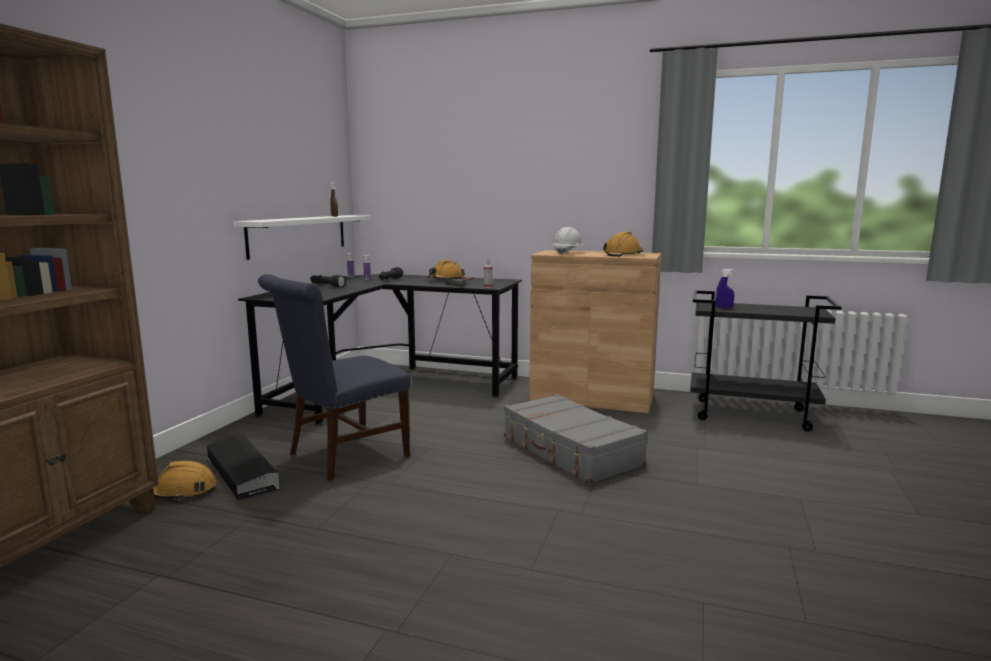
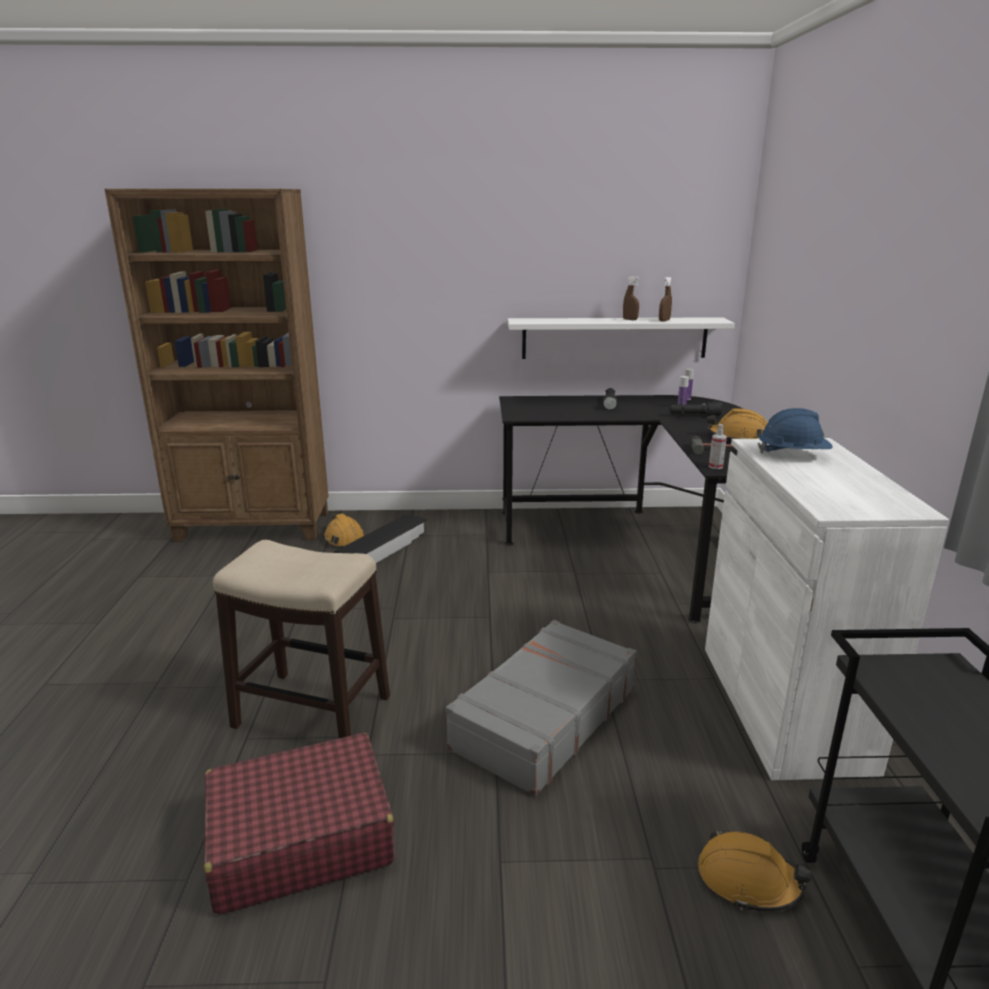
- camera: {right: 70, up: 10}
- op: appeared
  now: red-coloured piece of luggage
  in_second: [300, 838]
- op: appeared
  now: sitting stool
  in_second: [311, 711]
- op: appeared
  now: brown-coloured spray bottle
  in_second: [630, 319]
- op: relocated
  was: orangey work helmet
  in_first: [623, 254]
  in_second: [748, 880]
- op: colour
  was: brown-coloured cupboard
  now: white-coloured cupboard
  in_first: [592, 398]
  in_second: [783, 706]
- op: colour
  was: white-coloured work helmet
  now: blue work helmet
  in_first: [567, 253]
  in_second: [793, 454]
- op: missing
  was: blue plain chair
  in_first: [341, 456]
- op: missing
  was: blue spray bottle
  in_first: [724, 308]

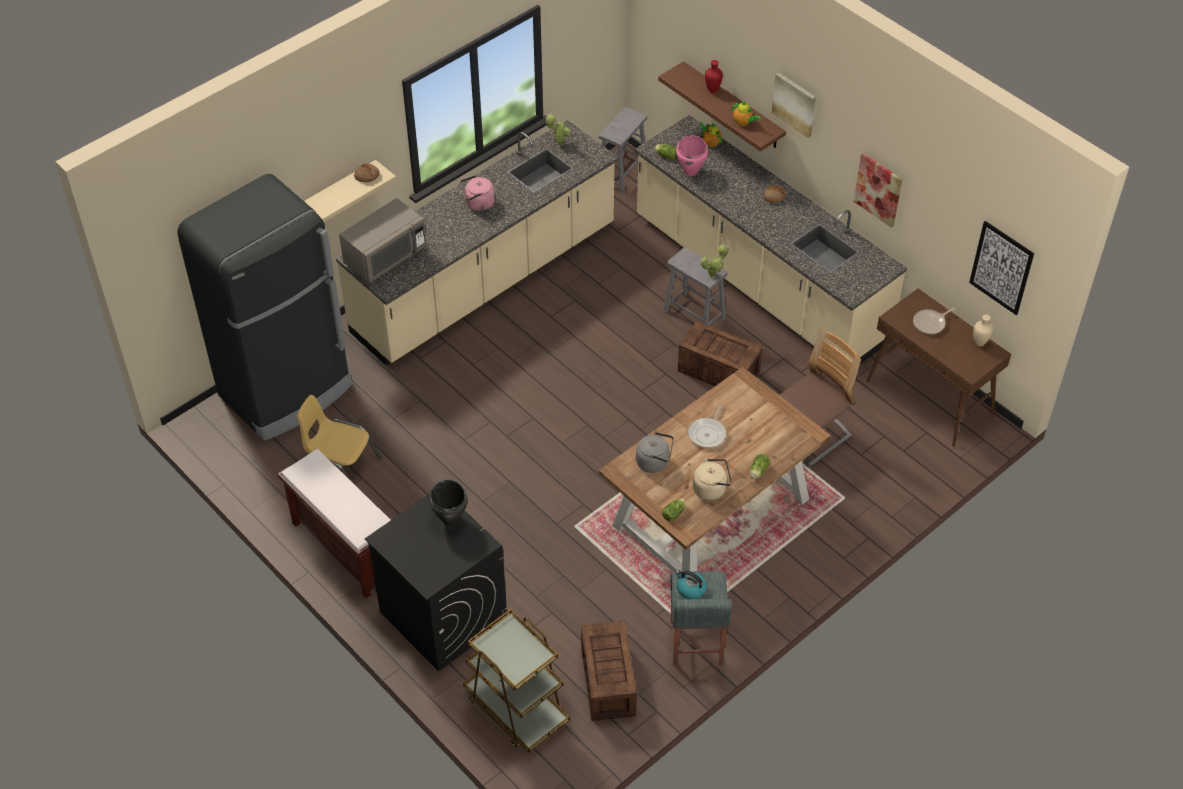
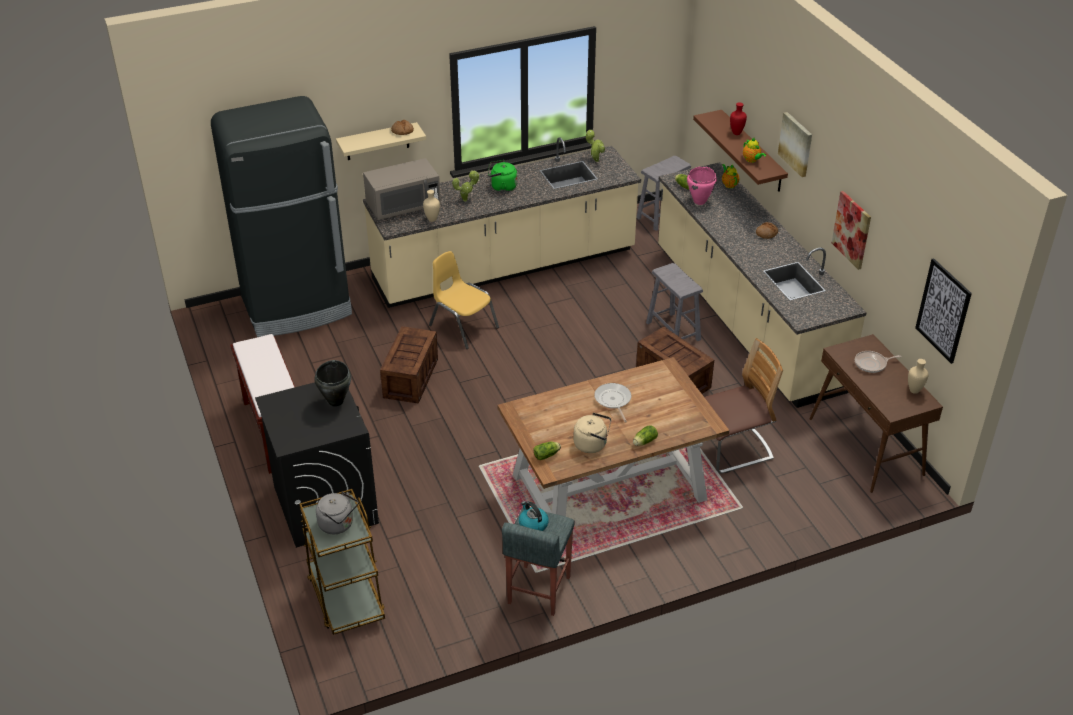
- camera: {right: 20, up: -10}
- op: relocated
  was: gray tea kettle
  in_first: [654, 462]
  in_second: [338, 525]
- op: relocated
  was: crate
  in_first: [607, 680]
  in_second: [411, 377]
- op: appeared
  now: beige-coloured decorative vase
  in_second: [432, 219]
- op: relocated
  was: yellow plain chair
  in_first: [340, 467]
  in_second: [463, 326]
- op: relocated
  was: potted plant
  in_first: [714, 275]
  in_second: [466, 200]
- op: colour
  was: pinkish tea kettle
  now: green tea kettle
  in_first: [478, 204]
  in_second: [502, 187]
- op: spun
  was: pan
  in_first: [708, 433]
  in_second: [613, 400]
  clockwise: 120

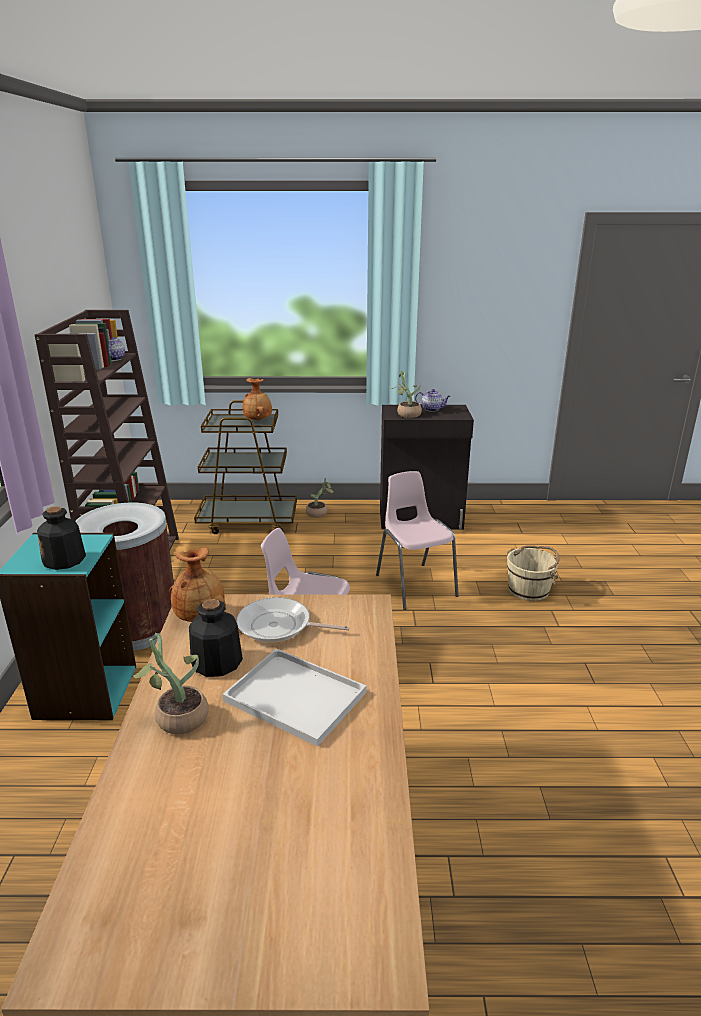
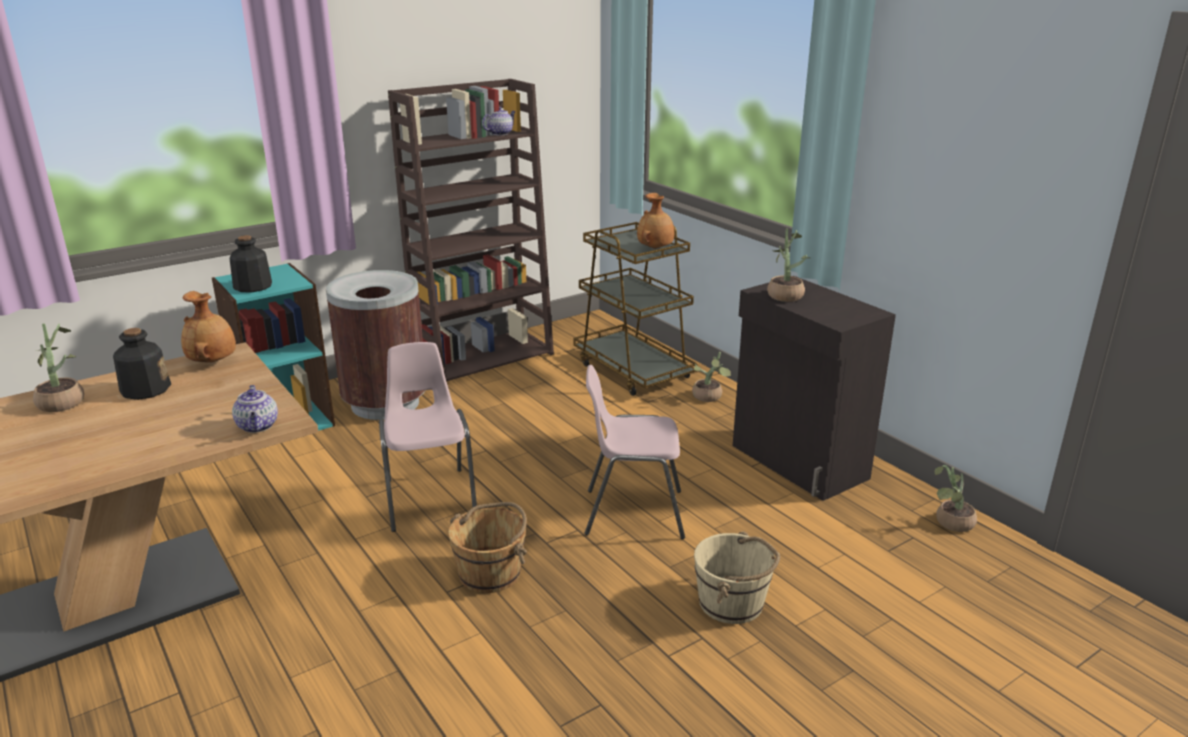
- camera: {right: 55, up: 0}
- op: relocated
  was: tea pot
  in_first: [432, 409]
  in_second: [258, 426]
- op: appeared
  now: brown-coloured bucket
  in_second: [491, 573]
- op: spun
  was: pinkish plain chair
  in_first: [415, 585]
  in_second: [632, 513]
  clockwise: -120
- op: appeared
  now: potted plant
  in_second: [950, 523]
- op: missing
  was: white-coloured carrying tray
  in_first: [298, 696]
- op: missing
  was: pan
  in_first: [278, 626]

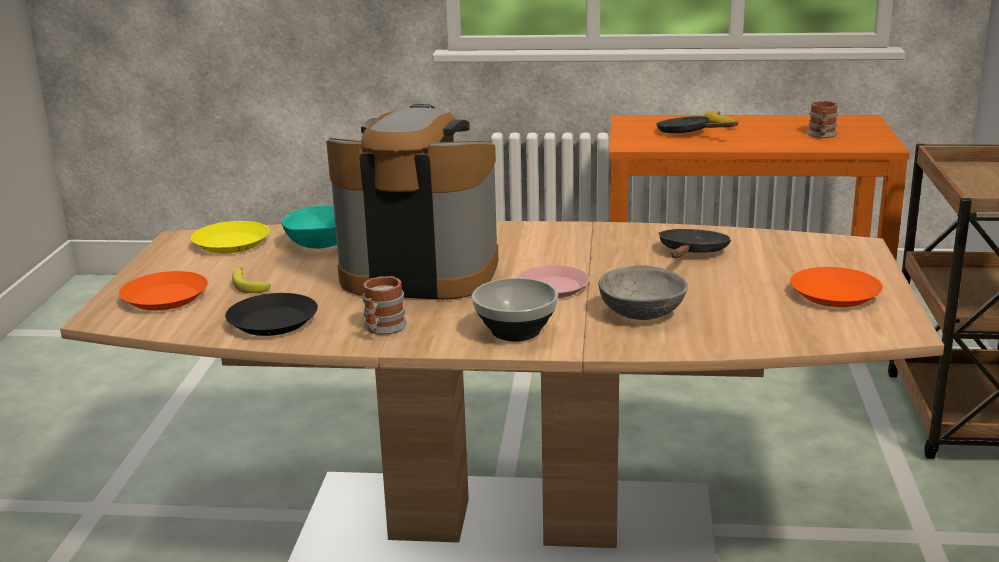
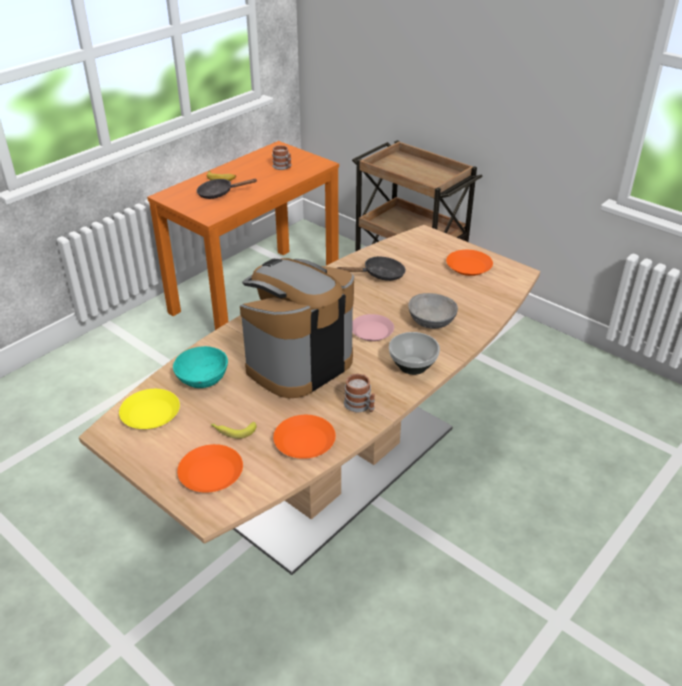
- camera: {right: -55, up: 15}
- op: colour
  was: blackish flat dish
  now: orangey flat dish
  in_first: [274, 321]
  in_second: [304, 441]
- op: spun
  was: blackish pan
  in_first: [692, 253]
  in_second: [379, 275]
  clockwise: 105

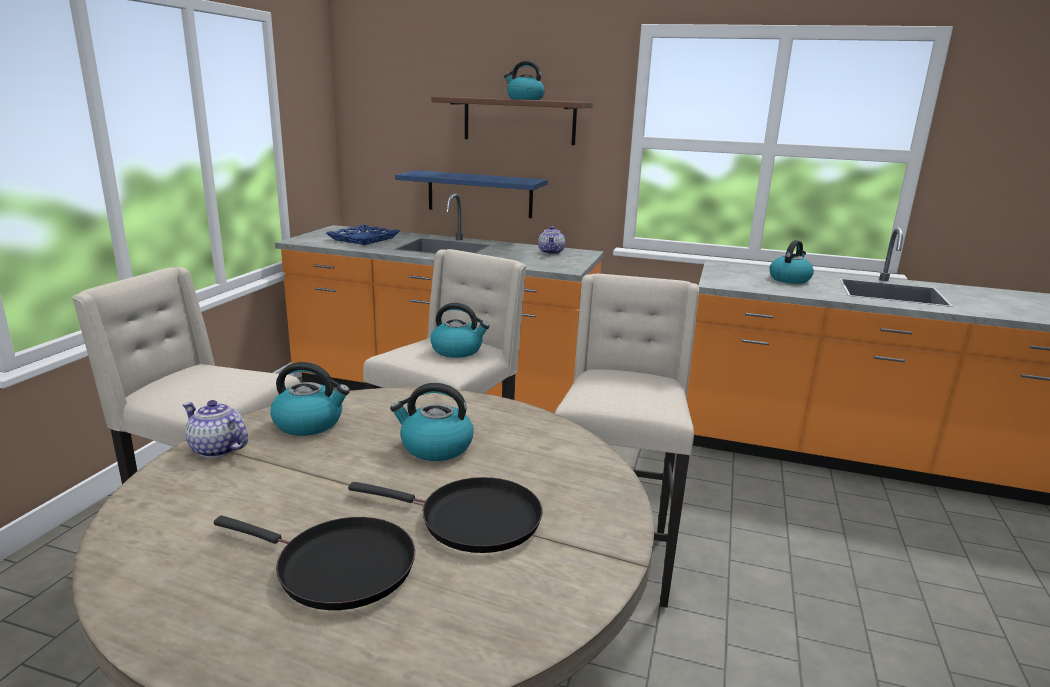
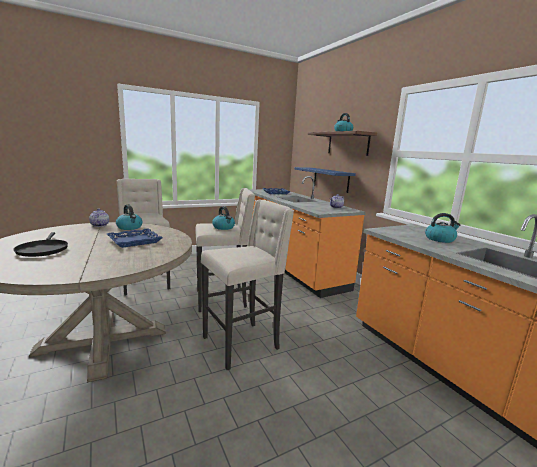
- camera: {right: 45, up: -5}
- op: exchanged
  was: tea kettle
  now: blue carrying tray
  in_first: [435, 447]
  in_second: [134, 241]
- op: missing
  was: blackish pan
  in_first: [472, 520]

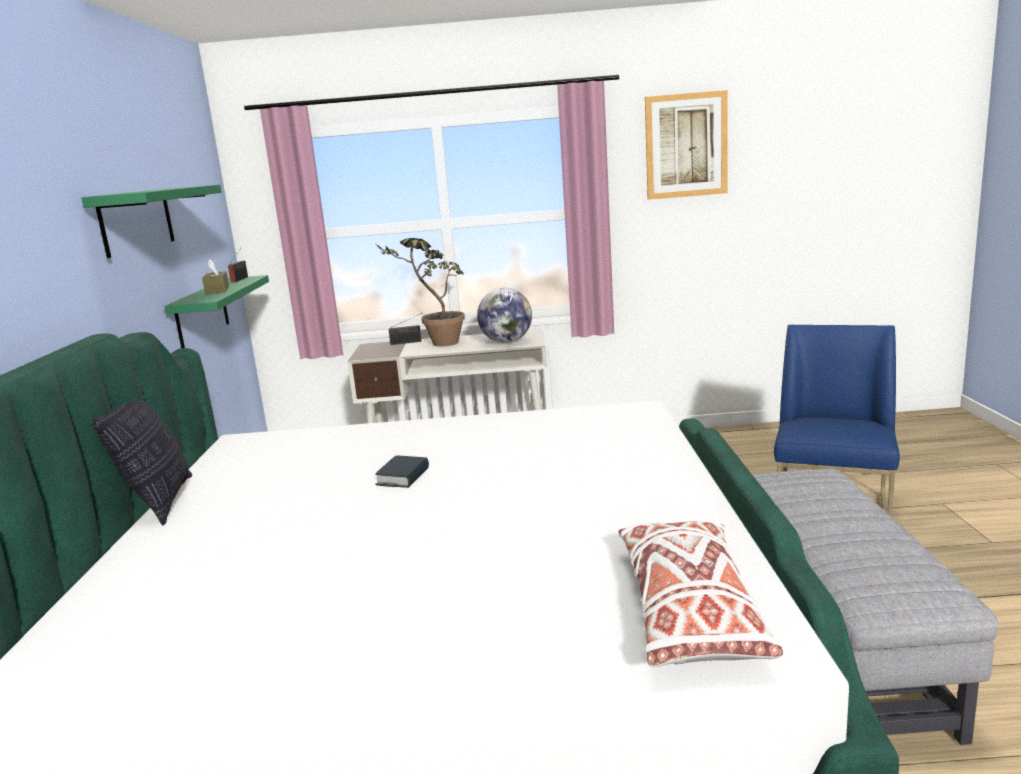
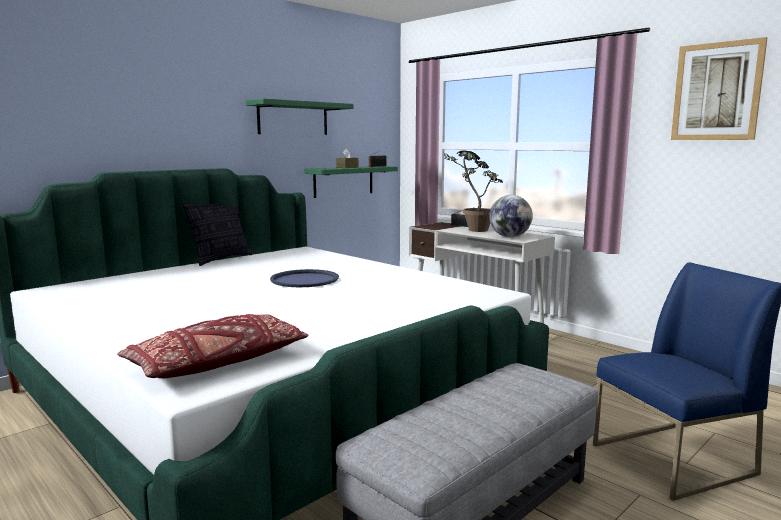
- camera: {right: 45, up: -5}
- op: colour
  was: white-coloured throw pillow
  now: red-coloured throw pillow
  in_first: [690, 611]
  in_second: [217, 363]
- op: exchanged
  was: bound book
  now: blue carrying tray
  in_first: [403, 477]
  in_second: [304, 279]

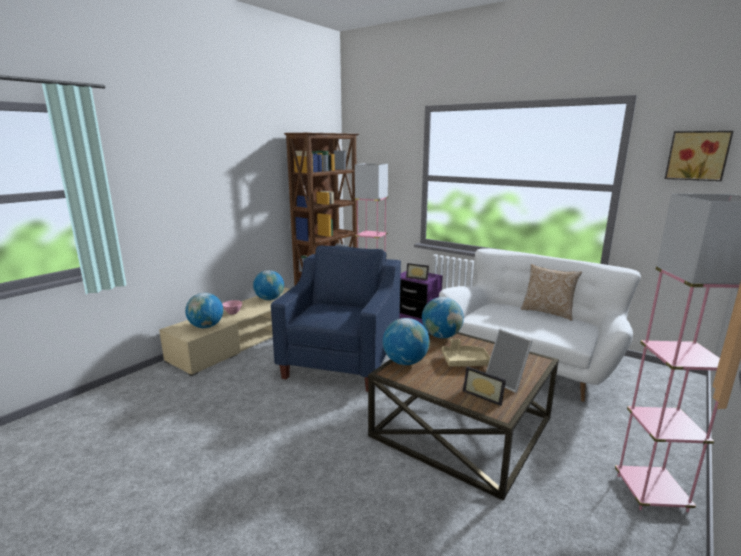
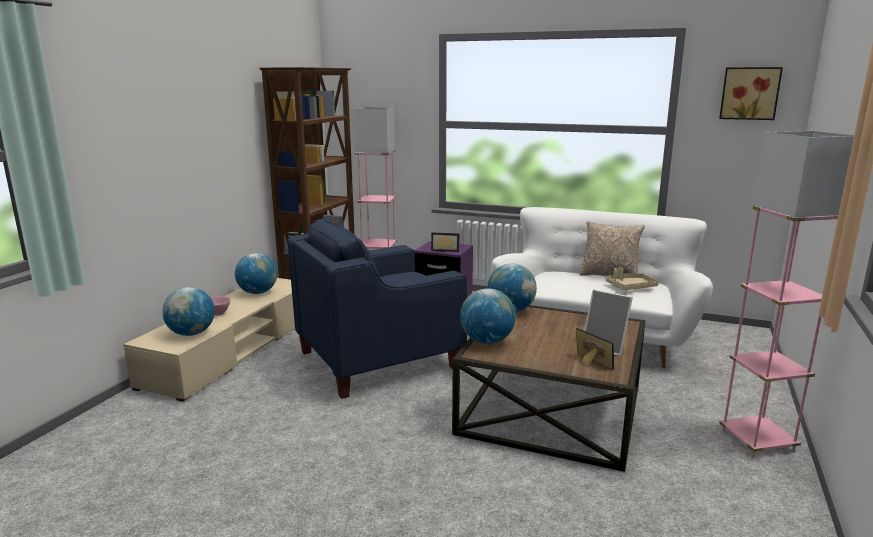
- camera: {right: -15, up: 0}
- op: spun
  was: blue easy chair
  in_first: [342, 361]
  in_second: [378, 359]
  clockwise: -120
- op: spun
  was: picture frame
  in_first: [484, 395]
  in_second: [590, 363]
  clockwise: -150
- op: relocated
  was: beige-coloured carrying tray
  in_first: [465, 362]
  in_second: [630, 287]

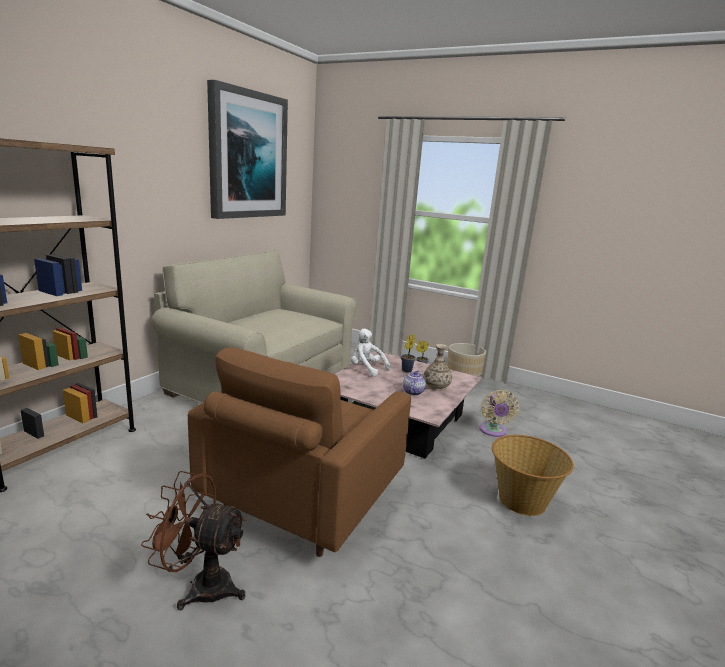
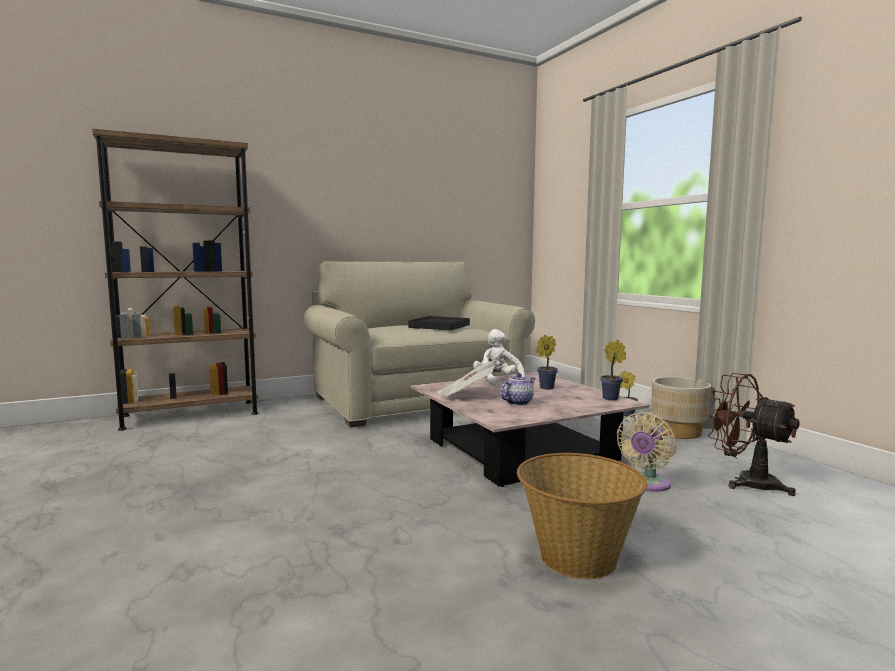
- camera: {right: 35, up: -10}
- op: appeared
  now: blackish carrying tray
  in_second: [439, 326]
- op: appeared
  now: daily paper
  in_second: [467, 395]
- op: appeared
  now: potted plant
  in_second: [612, 398]
- op: relocated
  was: brown-coloured fan
  in_first: [201, 586]
  in_second: [746, 481]
- op: missing
  was: brown-coloured easy chair
  in_first: [301, 501]
- op: missing
  was: wall art
  in_first: [247, 155]
- op: missing
  was: decorative vase
  in_first: [436, 386]

